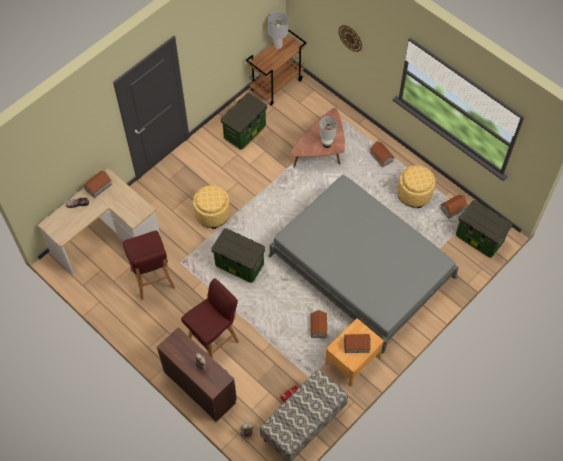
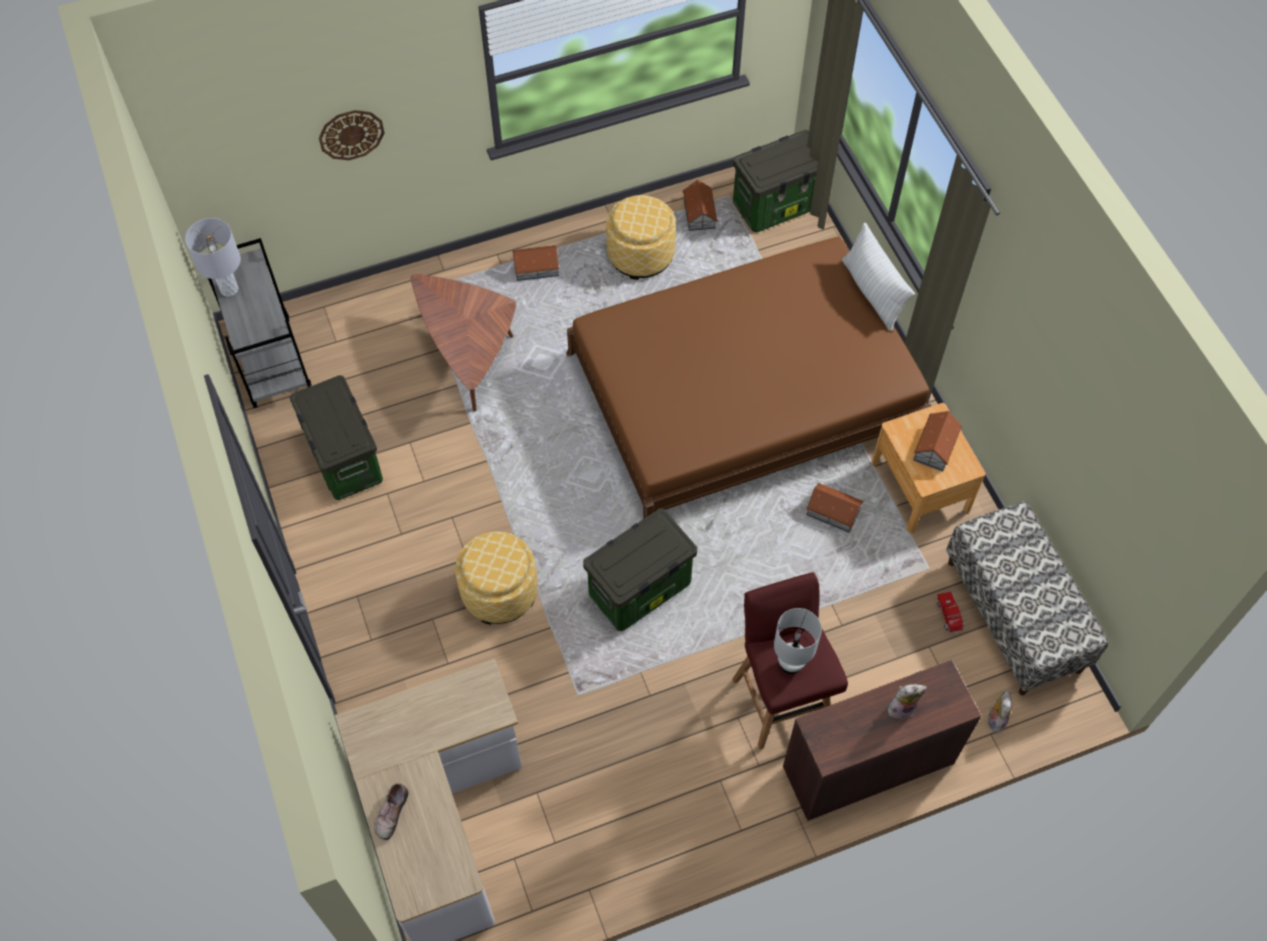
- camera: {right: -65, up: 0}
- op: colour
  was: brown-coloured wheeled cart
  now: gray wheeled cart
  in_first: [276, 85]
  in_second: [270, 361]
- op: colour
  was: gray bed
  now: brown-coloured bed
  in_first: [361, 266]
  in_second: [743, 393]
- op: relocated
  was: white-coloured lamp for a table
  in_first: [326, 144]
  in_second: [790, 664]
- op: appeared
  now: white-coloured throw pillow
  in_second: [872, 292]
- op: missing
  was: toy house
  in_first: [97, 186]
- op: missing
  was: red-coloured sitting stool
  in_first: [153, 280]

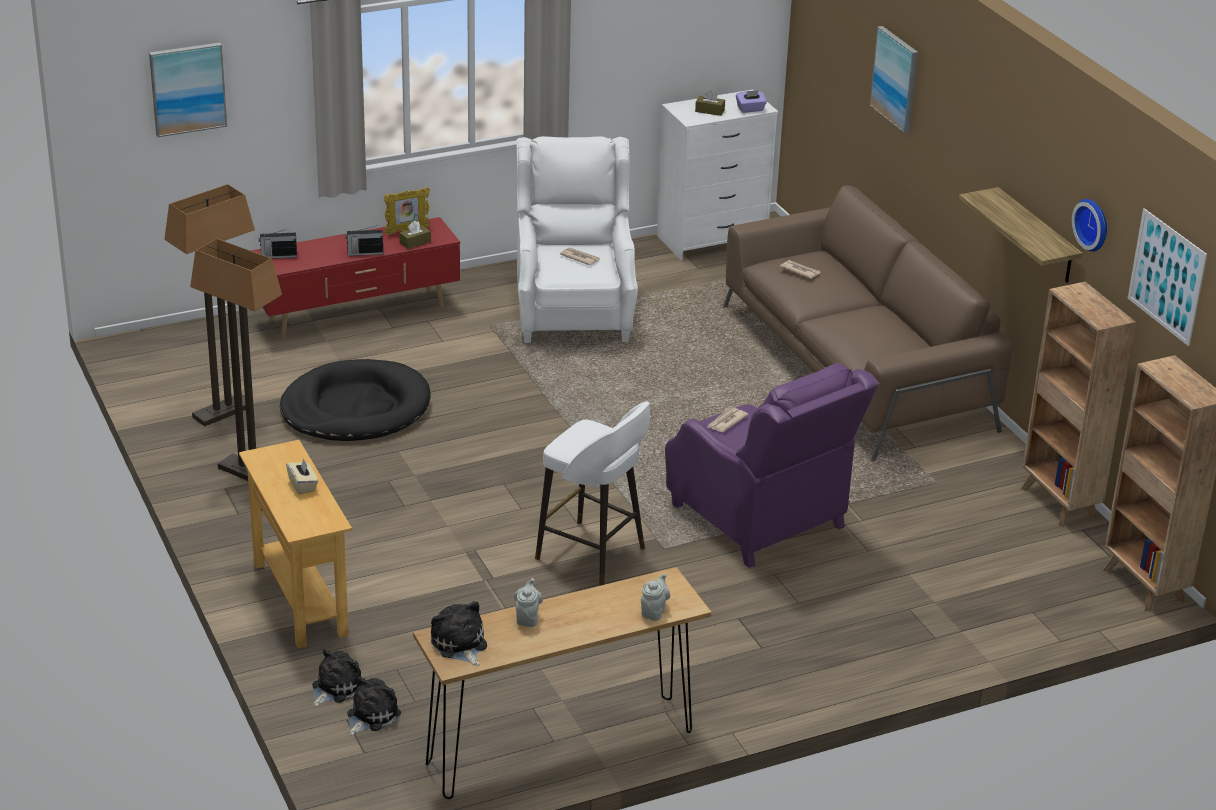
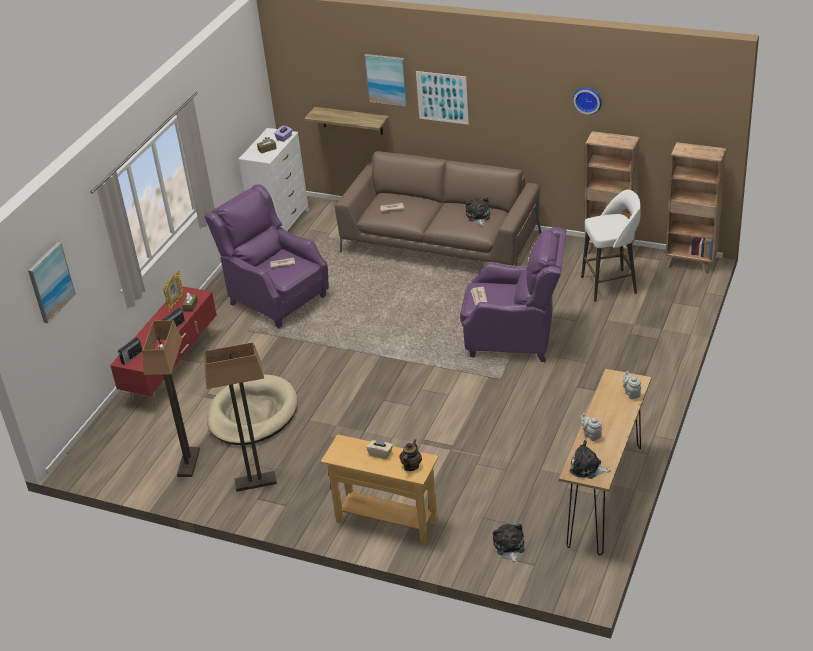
- camera: {right: -40, up: 5}
- op: colour
  was: white-coloured easy chair
  now: purple-coloured easy chair
  in_first: [572, 312]
  in_second: [276, 299]
- op: colour
  was: blackish dog bed
  now: beige-coloured dog bed
  in_first: [355, 408]
  in_second: [252, 414]
- op: relocated
  was: wall shelf
  in_first: [1036, 237]
  in_second: [352, 120]
- op: appeared
  now: tea pot
  in_second: [411, 466]
- op: relocated
  was: wall art
  in_first: [1166, 276]
  in_second: [442, 97]
- op: relocated
  was: plush toy
  in_first: [335, 687]
  in_second: [478, 217]
- op: relocated
  was: white-coloured sitting stool
  in_first: [593, 555]
  in_second: [610, 285]

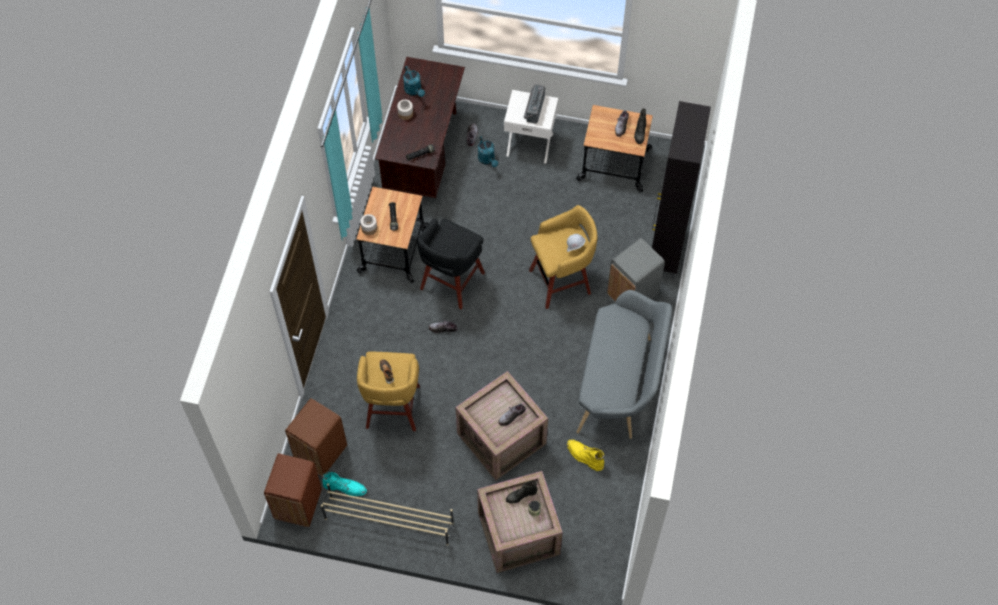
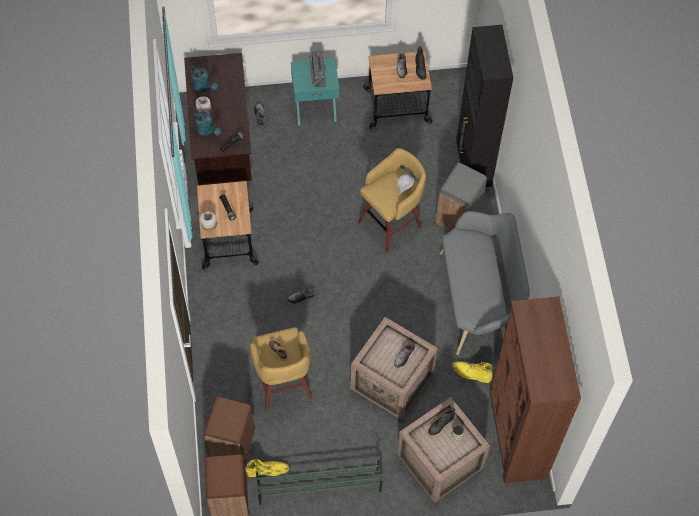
- camera: {right: -20, up: 0}
- op: relocated
  was: blue-green watering pot
  in_first: [487, 160]
  in_second: [207, 131]
- op: colour
  was: blue-green boot
  now: yellow boot
  in_first: [345, 487]
  in_second: [267, 469]
- op: colour
  was: beige-coloured shoe rack
  now: green shoe rack
  in_first: [388, 520]
  in_second: [318, 487]
- op: colour
  was: white-coloured night table
  now: blue-green night table
  in_first: [530, 143]
  in_second: [315, 108]
- op: appeared
  now: brown-coloured shelving unit
  in_second: [517, 435]
- op: missing
  was: blackish sitting stool
  in_first: [451, 282]

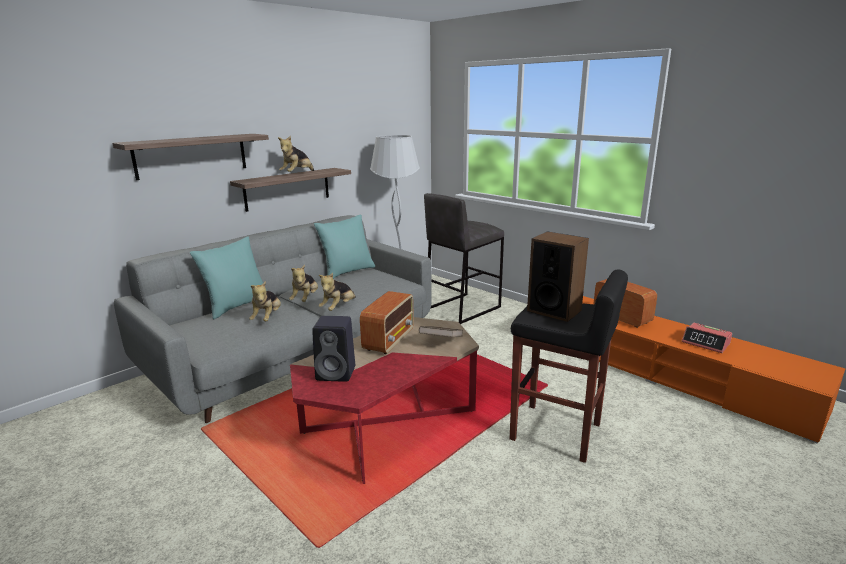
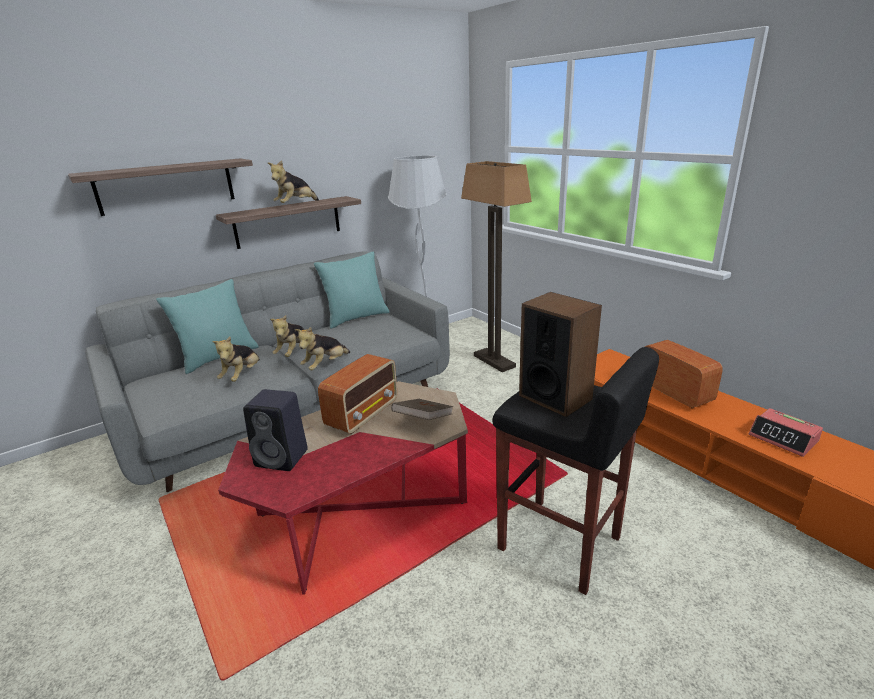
- camera: {right: 10, up: 5}
- op: exchanged
  was: gray sitting stool
  now: standard lamp
  in_first: [462, 308]
  in_second: [493, 361]

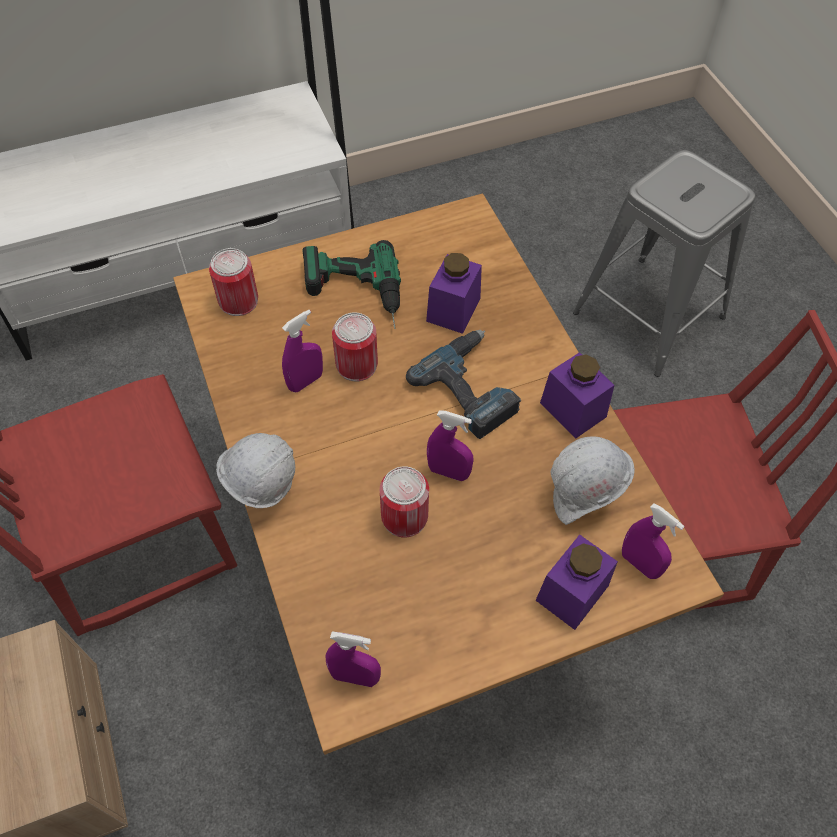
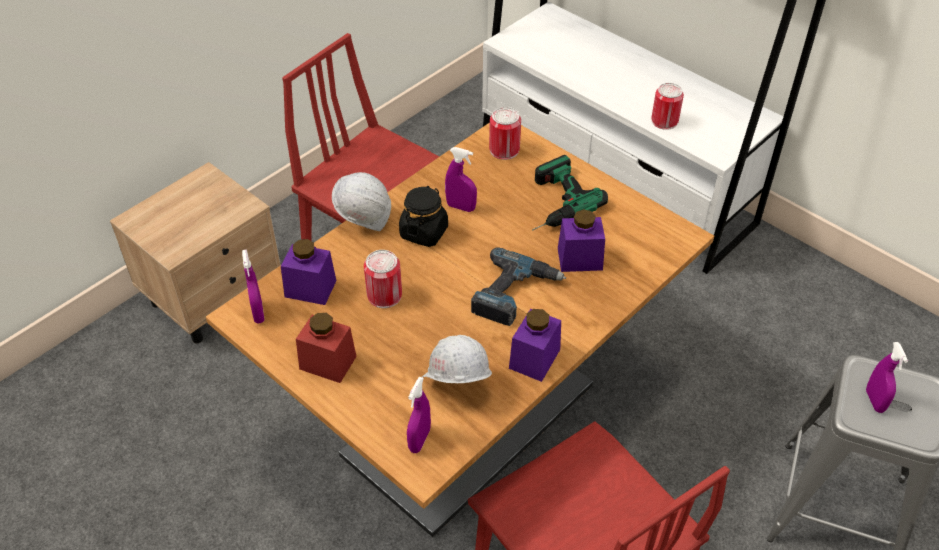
- camera: {right: 65, up: -10}
- op: relocated
  was: purple-coloured storage jar
  in_first: [572, 593]
  in_second: [310, 288]
- op: appeared
  now: red-coloured storage jar
  in_second: [328, 362]
- op: appeared
  now: blackish storage jar
  in_second: [424, 232]
- op: relocated
  was: sealed can
  in_first: [356, 365]
  in_second: [664, 121]
- op: relocated
  was: purple-coloured spray bottle
  in_first: [448, 472]
  in_second: [874, 401]

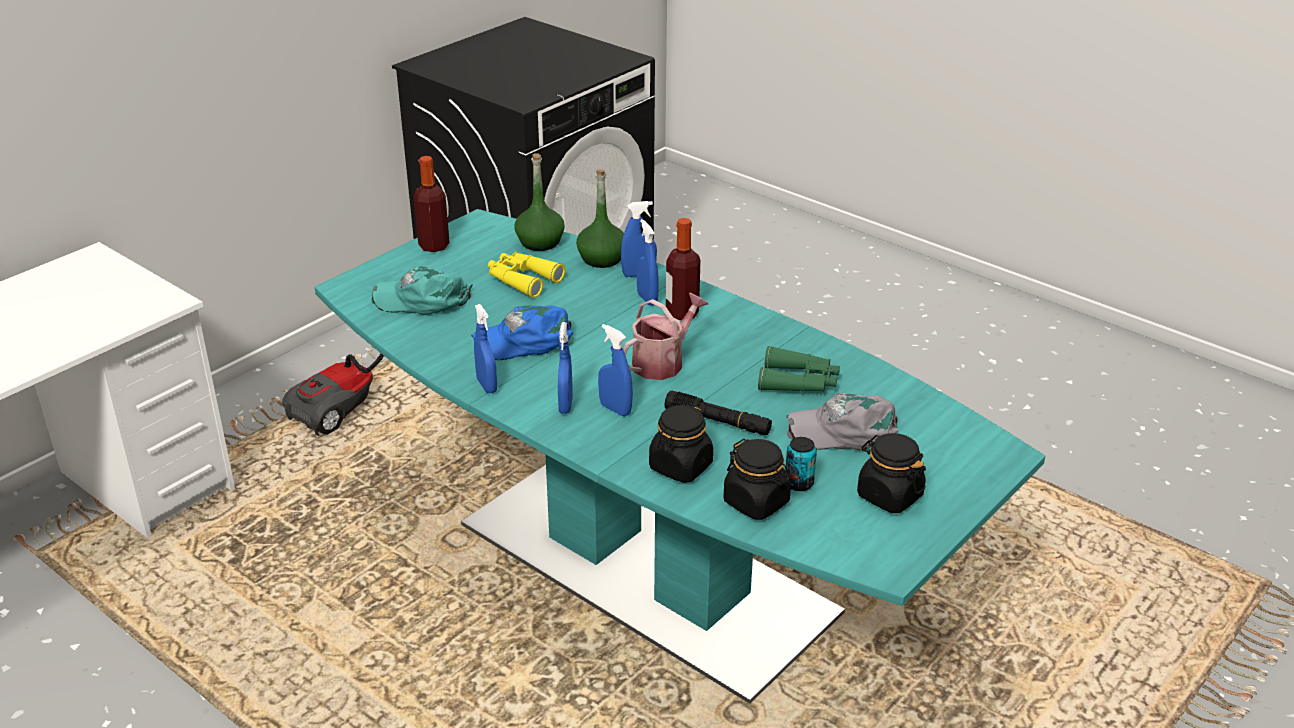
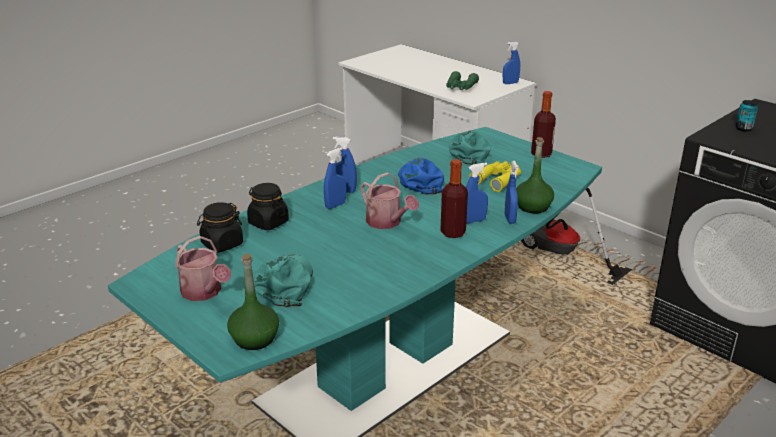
- camera: {right: 95, up: -5}
- op: exchanged
  was: blackish storage jar
  now: watering pot
  in_first: [889, 496]
  in_second: [204, 292]
- op: relocated
  was: green drink bottle
  in_first: [540, 242]
  in_second: [254, 339]
- op: colour
  was: gray baseball cap
  now: blue-green baseball cap
  in_first: [844, 430]
  in_second: [286, 284]
- op: relocated
  was: green pair of binoculars
  in_first: [799, 382]
  in_second: [460, 87]
- op: relocated
  was: blue spray bottle
  in_first: [487, 386]
  in_second: [510, 83]
- op: relocated
  was: sealed can
  in_first: [799, 483]
  in_second: [743, 128]
- op: missing
  was: blackish hand torch
  in_first: [718, 422]

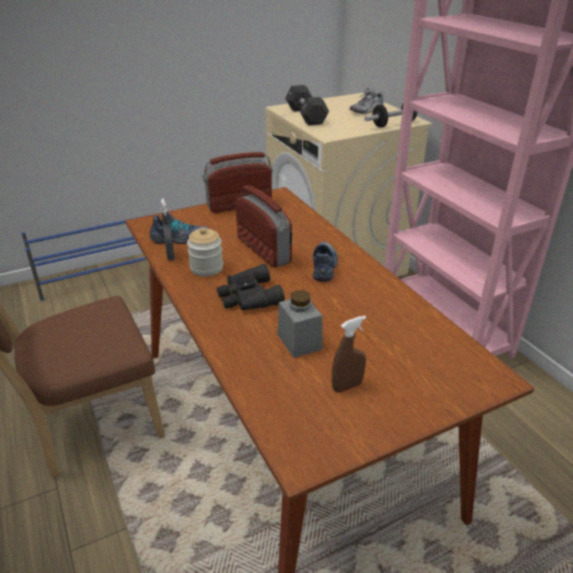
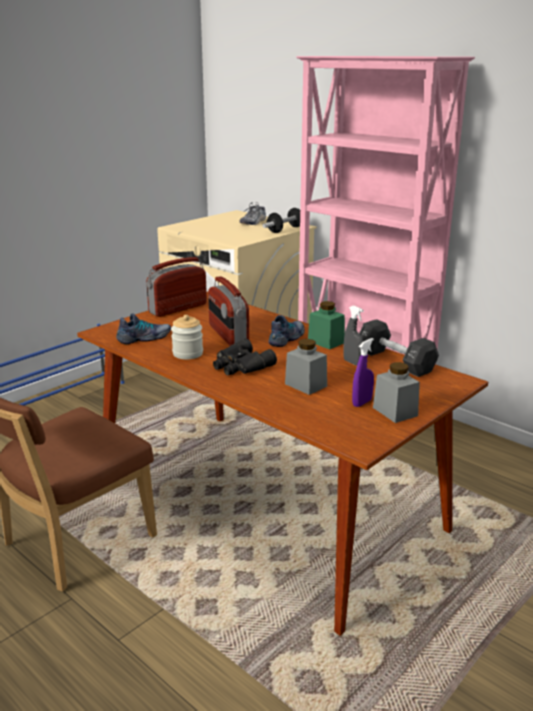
- camera: {right: -20, up: -10}
- op: spun
  was: radio
  in_first: [264, 250]
  in_second: [228, 335]
  clockwise: -150
- op: spun
  was: low shoe
  in_first: [324, 266]
  in_second: [287, 338]
  clockwise: 45
- op: appeared
  now: green storage jar
  in_second: [326, 342]
- op: relocated
  was: gray spray bottle
  in_first: [170, 256]
  in_second: [352, 362]
- op: colour
  was: brown-coloured spray bottle
  now: purple-coloured spray bottle
  in_first: [347, 386]
  in_second: [362, 403]
- op: relocated
  was: blackish free weight
  in_first: [306, 116]
  in_second: [395, 361]
- op: appeared
  now: gray storage jar
  in_second: [395, 411]

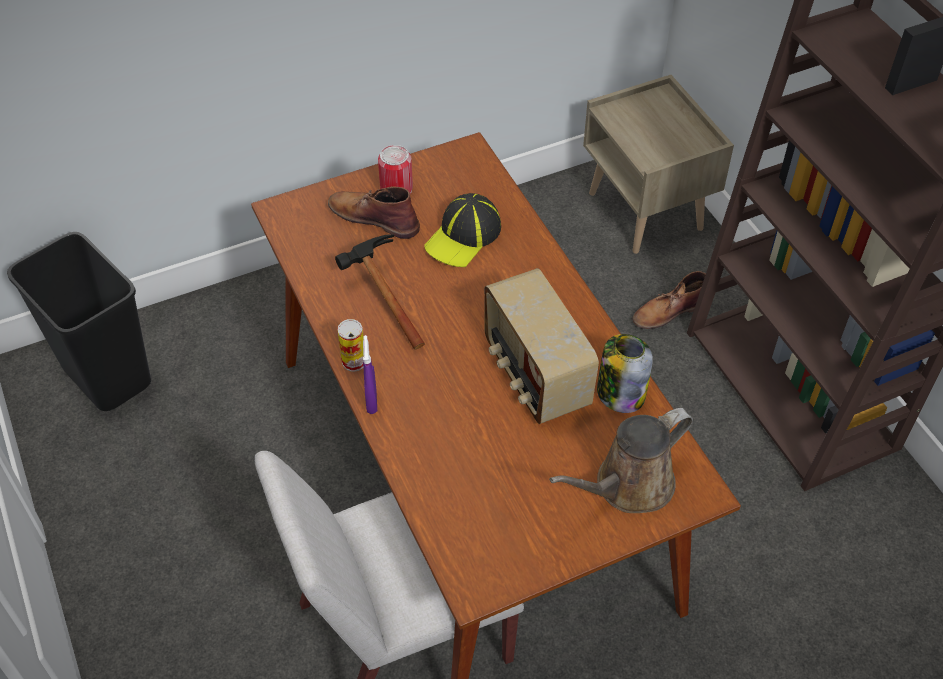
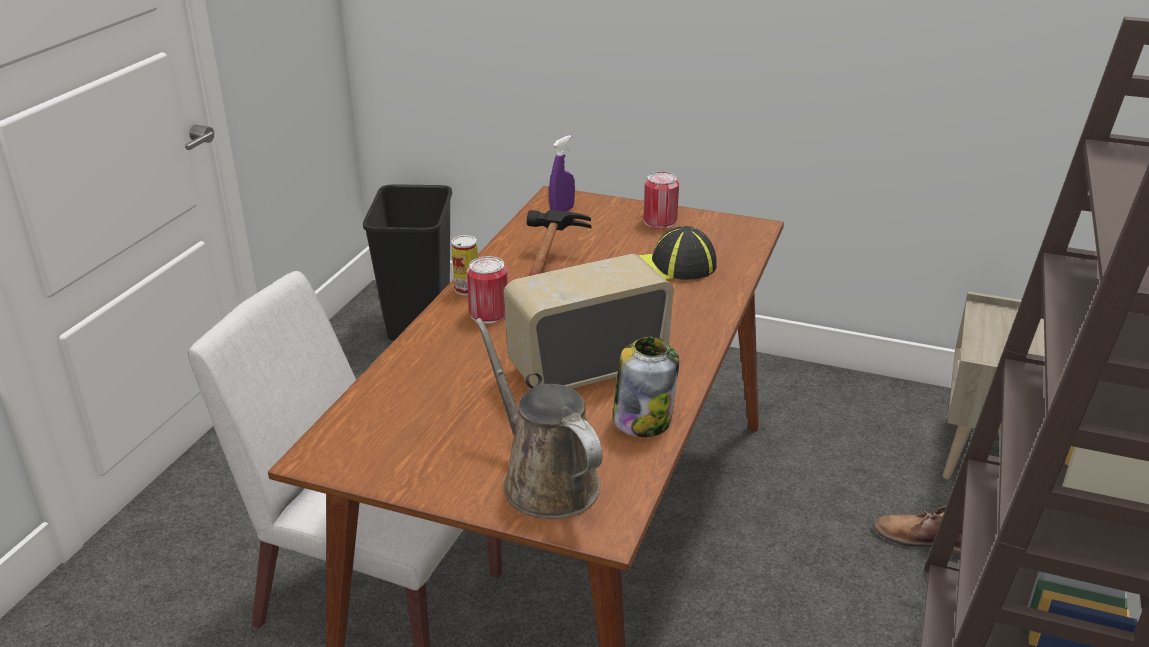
- camera: {right: 45, up: -20}
- op: appeared
  now: sealed can
  in_second: [489, 314]
- op: spun
  was: brown-coloured watering pot
  in_first: [628, 486]
  in_second: [545, 480]
  clockwise: 45
- op: spun
  was: radio
  in_first: [534, 375]
  in_second: [587, 368]
  clockwise: 45
- op: relocated
  was: purple-coloured spray bottle
  in_first: [371, 401]
  in_second: [562, 211]
- op: missing
  was: brown-coloured boot
  in_first: [373, 217]

